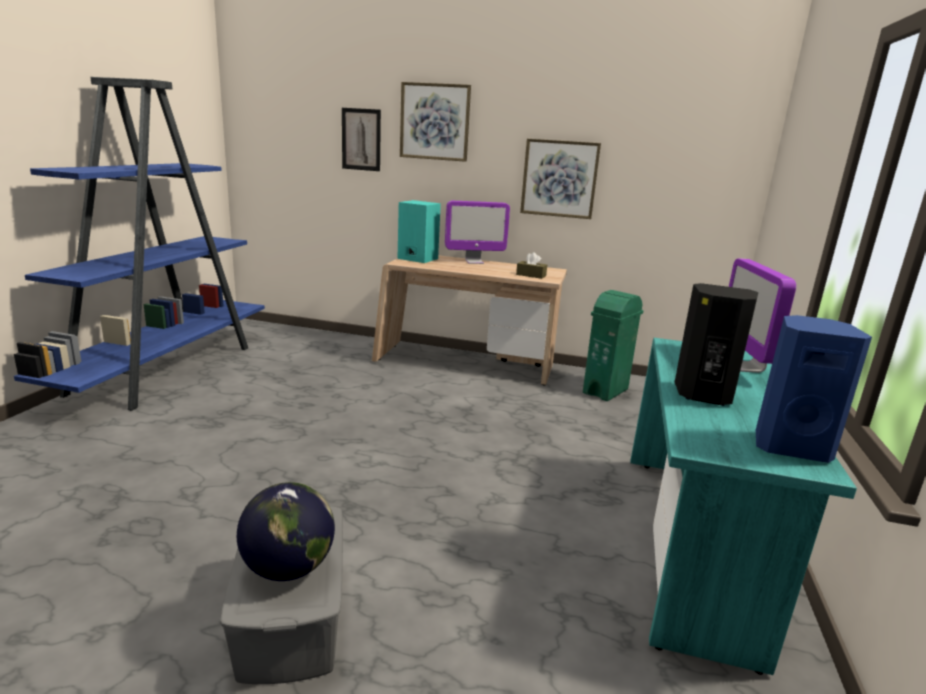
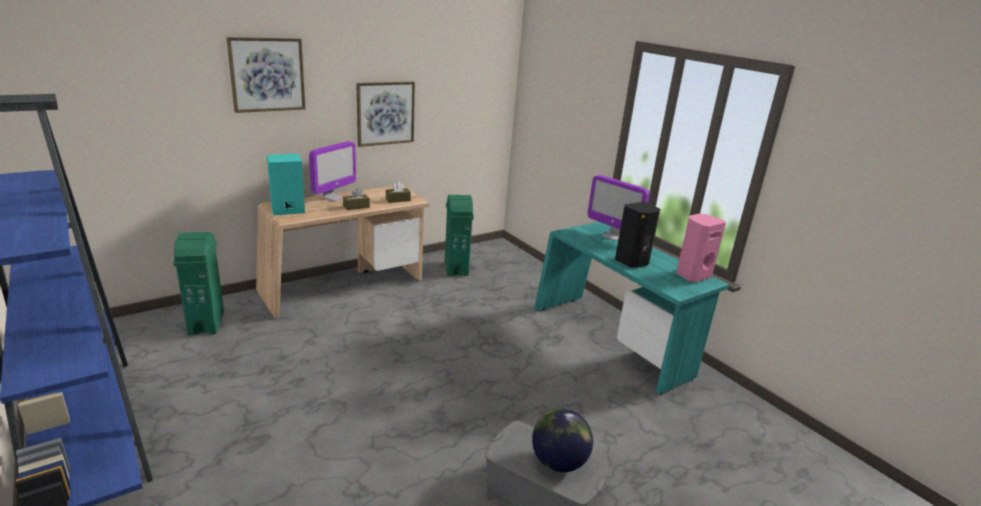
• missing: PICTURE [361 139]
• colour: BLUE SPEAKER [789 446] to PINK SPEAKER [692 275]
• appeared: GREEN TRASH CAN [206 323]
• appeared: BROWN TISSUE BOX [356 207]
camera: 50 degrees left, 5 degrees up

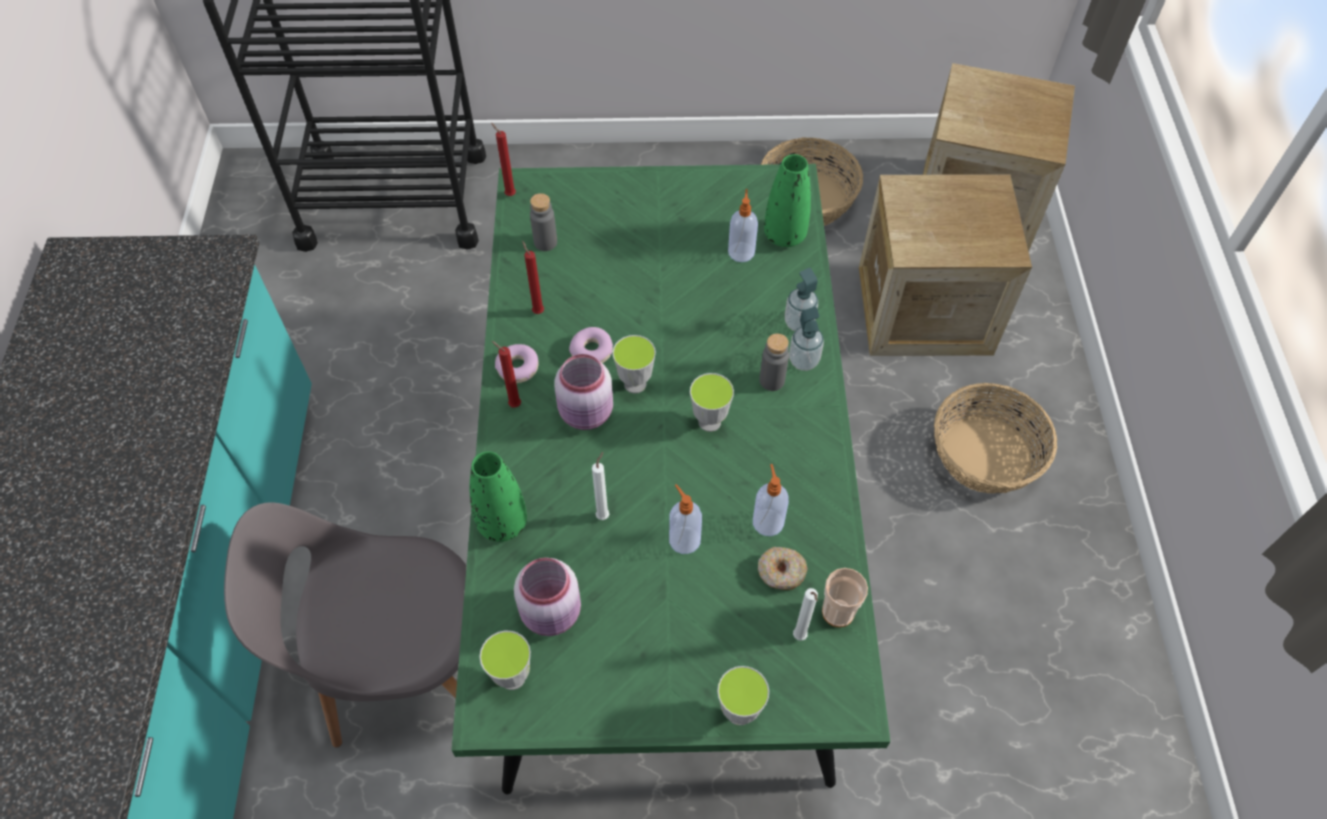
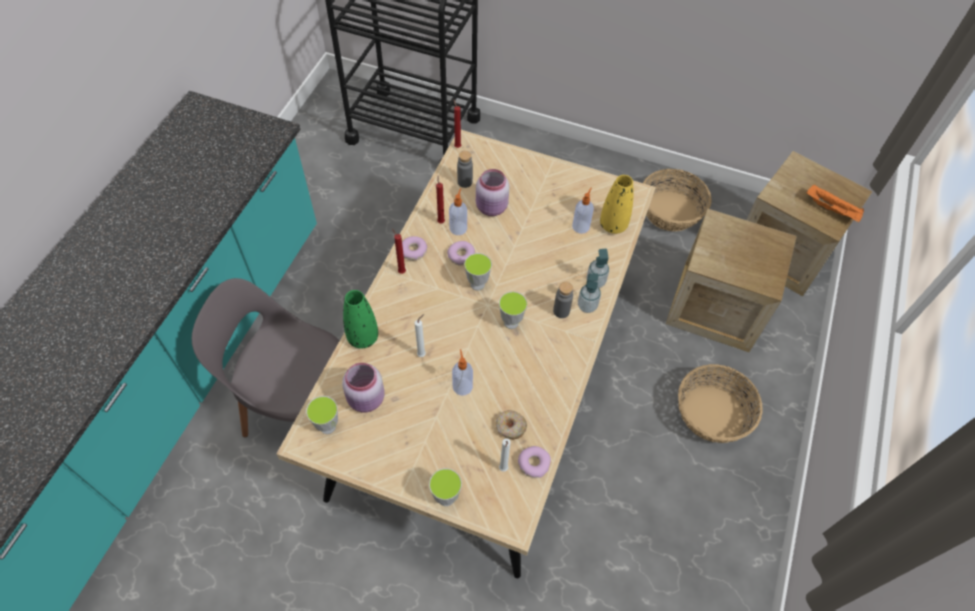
• colour: GREEN DINING TABLE [662 532] to BEIGE DINING TABLE [483 385]
• relocated: PINK JAR [587 414] to [492 208]
• relocated: SOAP DISPENSER [767 521] to [458 228]
• colour: GREEN VASE [784 235] to YELLOW VASE [613 225]
• exchanged: CUP [838 612] to DONUT [533 463]
• appeared: ORANGE TRAY [832 210]
camera: 20 degrees right, 0 degrees up

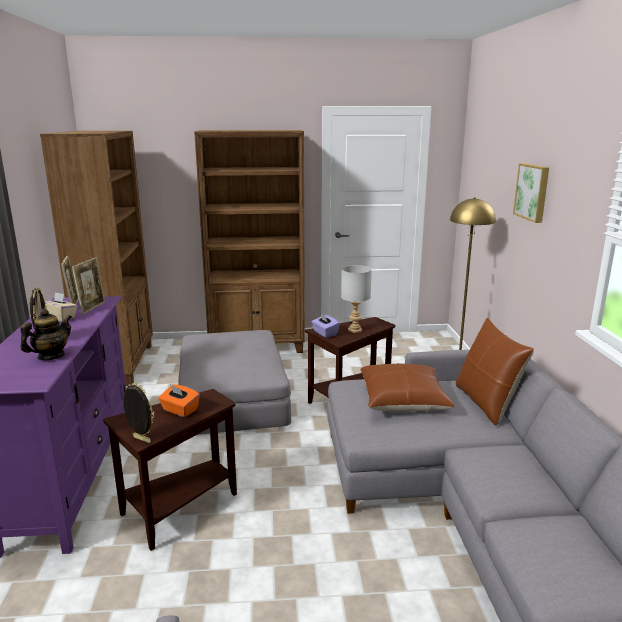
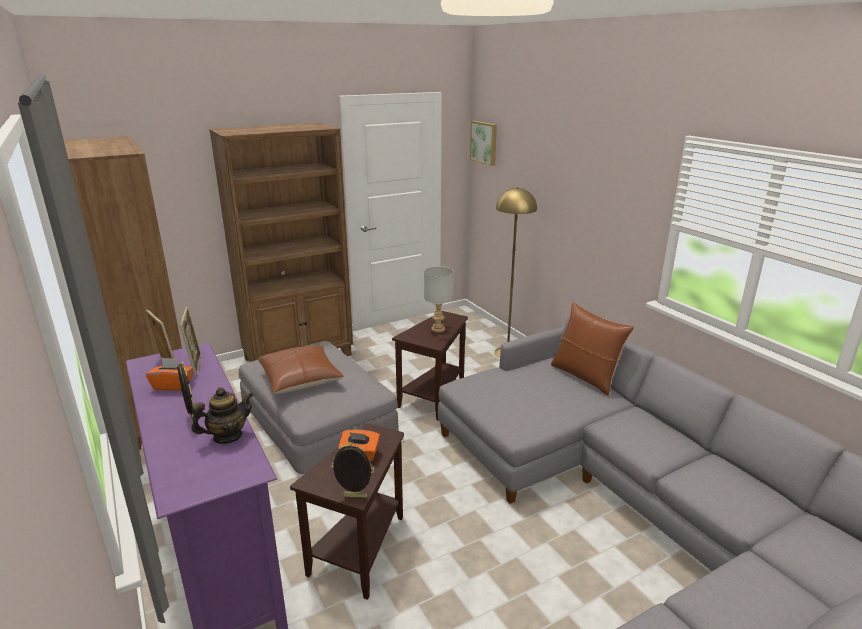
• spun: TEAPOT [51 356] = [227 436] 45 degrees clockwise
• colour: BEIGE TISSUE BOX [60 318] to ORANGE TISSUE BOX [173 385]
• missing: PURPLE TISSUE BOX [325 333]
• relocated: BROWN PILLOW [403 399] to [300 378]
• relocated: PICTURE [533 192] to [484 142]
camera: 25 degrees left, 5 degrees up

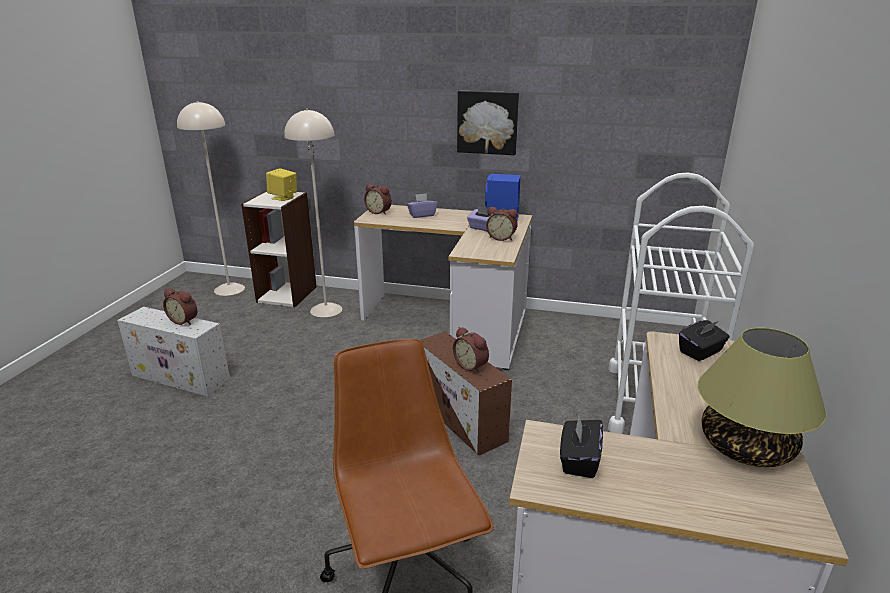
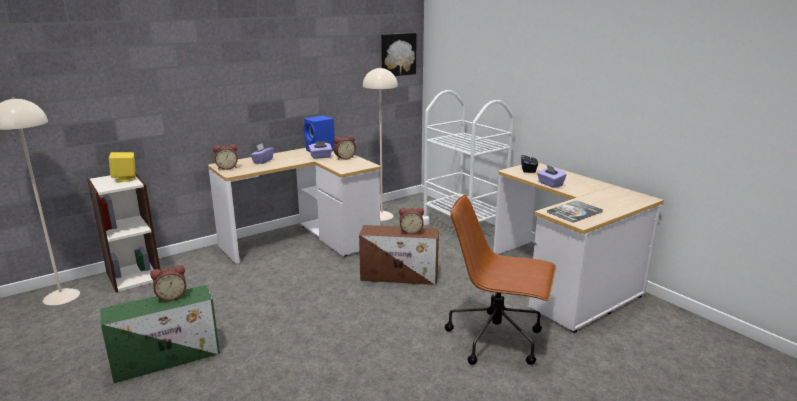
• colour: WHITE STORAGE BOX [182 377] to GREEN STORAGE BOX [168 358]
• relocated: BEIGE FLOOR LAMP [326 310] to [381 216]
• relocated: PICTURE [487 122] to [397 54]
• exchanged: BLACK TISSUE BOX [579 460] to BOOK [574 212]
• missing: TABLE LAMP [744 447]
• appeared: PURPLE TISSUE BOX [550 184]
camera: 50 degrees left, 5 degrees down

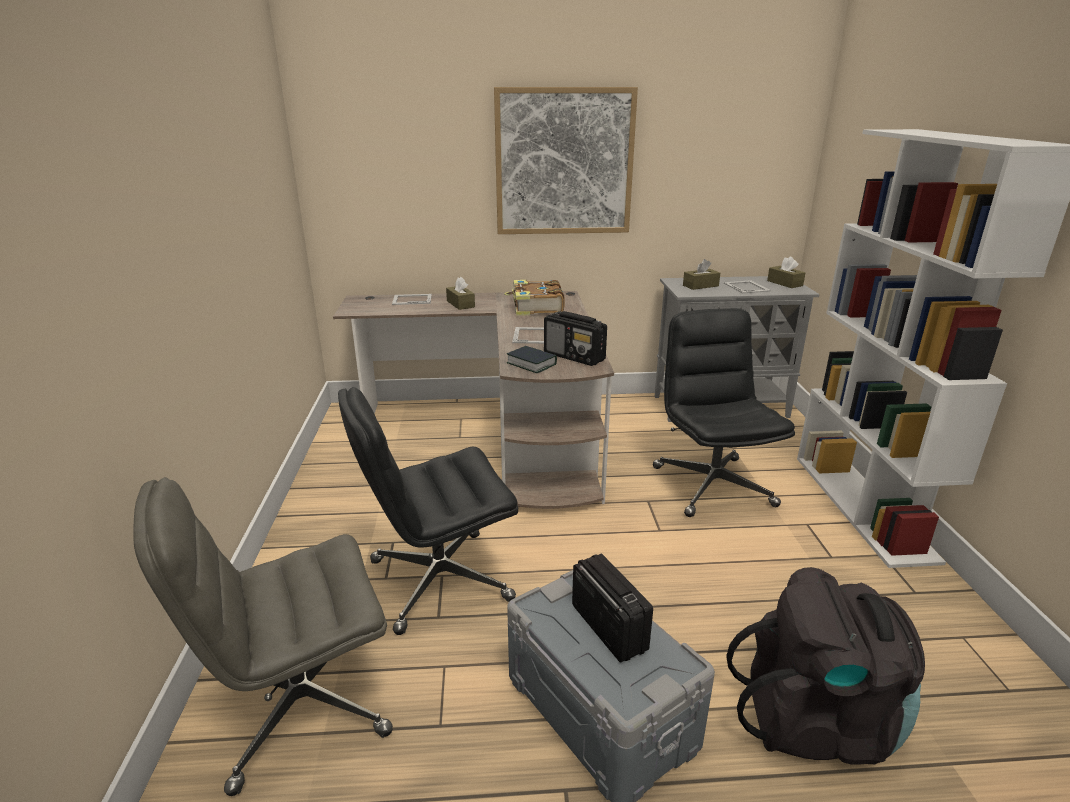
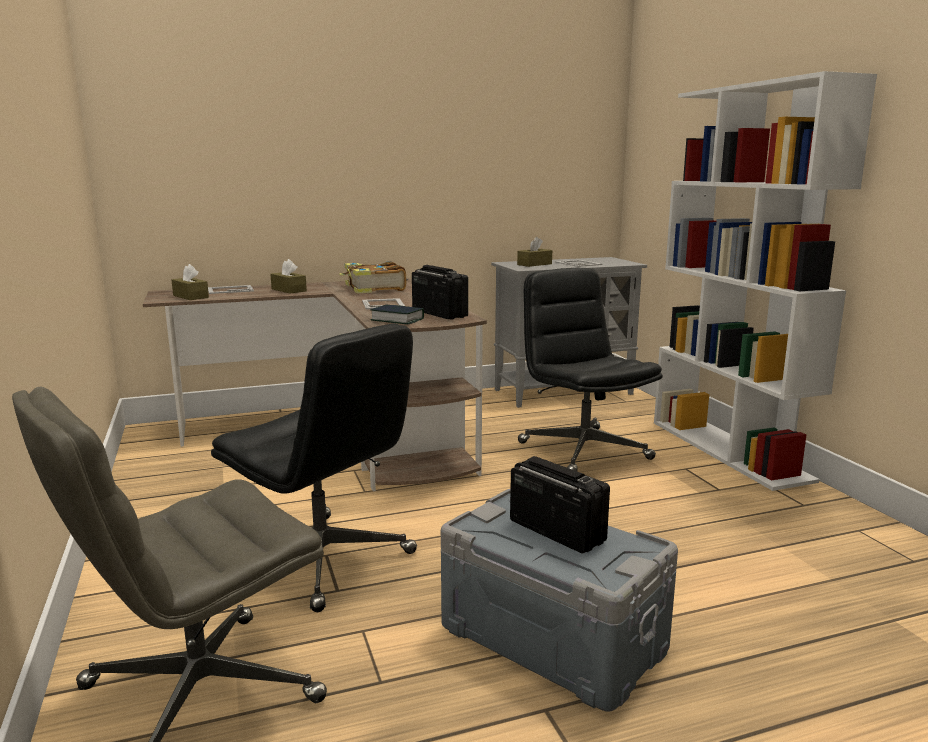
• spun: BLACK OFFICE CHAIR [438 581] = [324 560] 105 degrees counterclockwise
• missing: PICTURE [564 162]
• spun: RADIO [574 357] = [439 313] 150 degrees counterclockwise
• missing: BLACK BACKPACK [817 721]
• relocated: BROWN TISSUE BOX [784 283] to [190 296]
camera: 15 degrees left, 10 degrees down

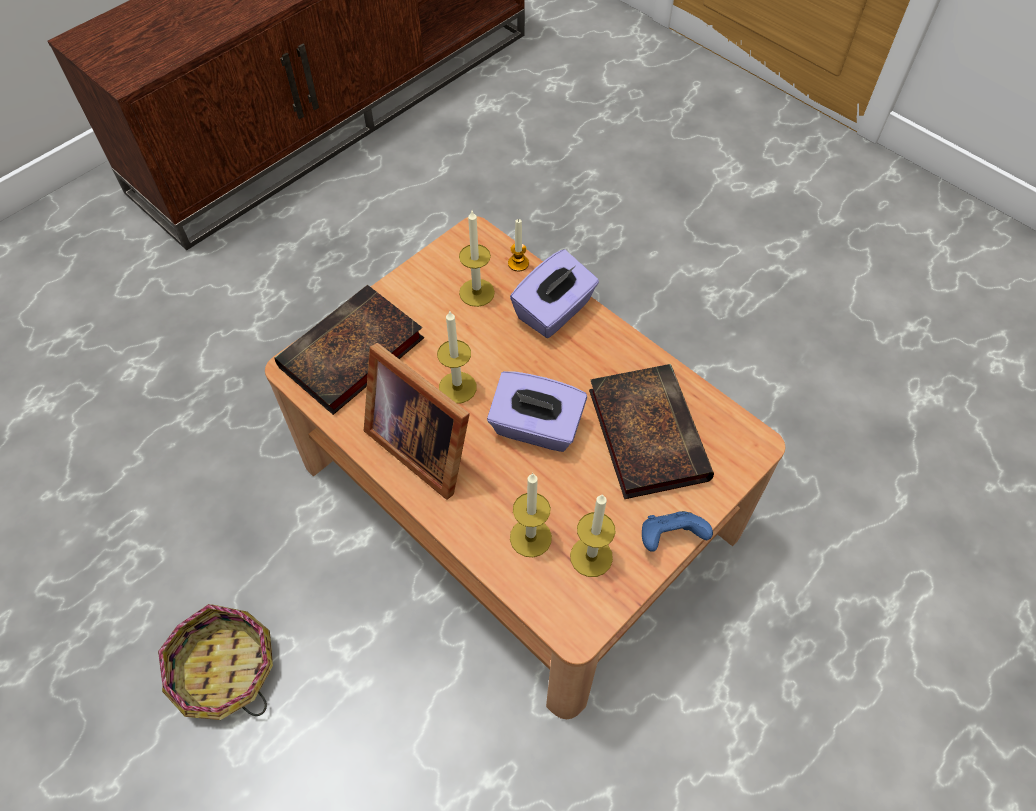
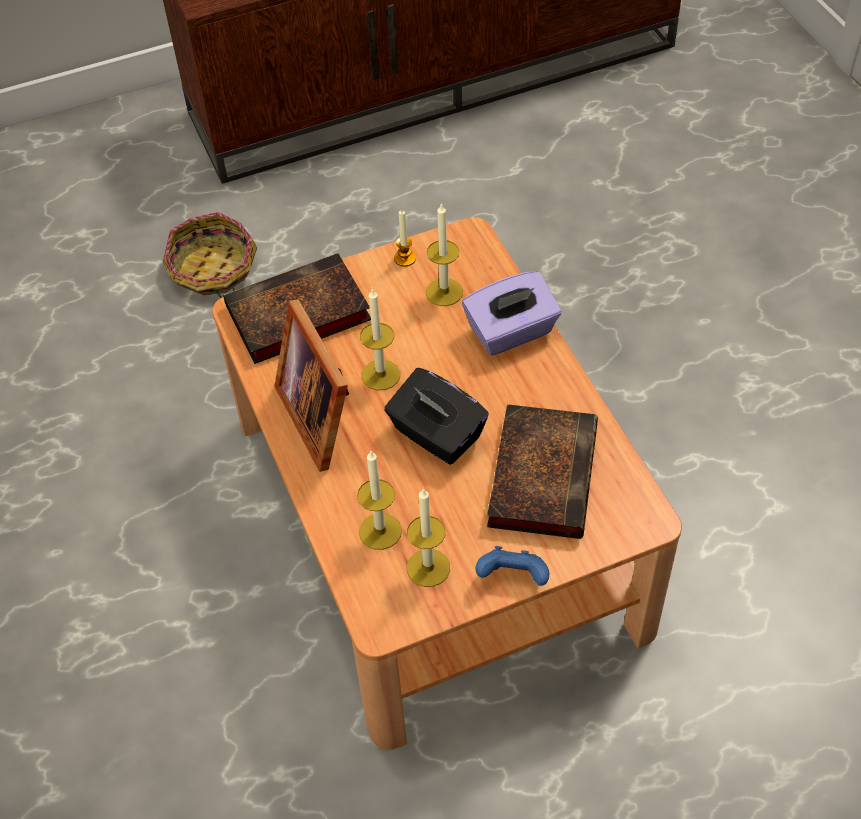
• relocated: BASKET [224 670] to [213 270]
• colour: PURPLE TISSUE BOX [535 428] to BLACK TISSUE BOX [436 435]
• relocated: CANDLE [518 263] to [405 258]
camera: 25 degrees right, 5 degrees down

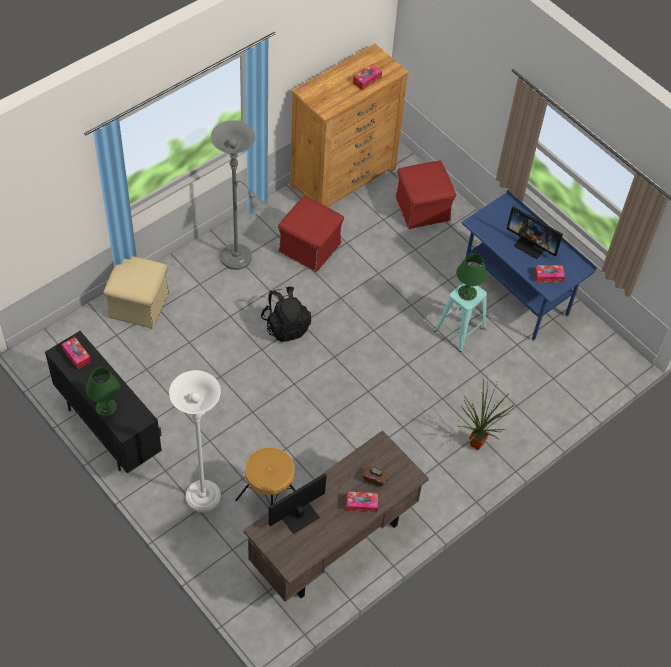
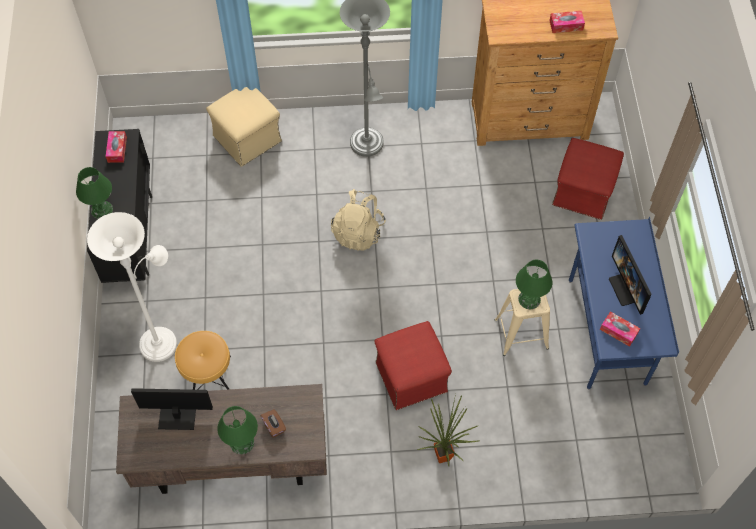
• colour: BLACK BACKPACK [286 326] to BEIGE BACKPACK [358 232]
• relocated: RED OTTOMAN [310 248] to [411 377]
• exchanged: TISSUE BOX [361 504] to GREEN TABLE LAMP [241 442]
• colour: TURQUOISE STOOL [460 330] to BEIGE STOOL [521 334]
camera: 40 degrees right, 5 degrees up

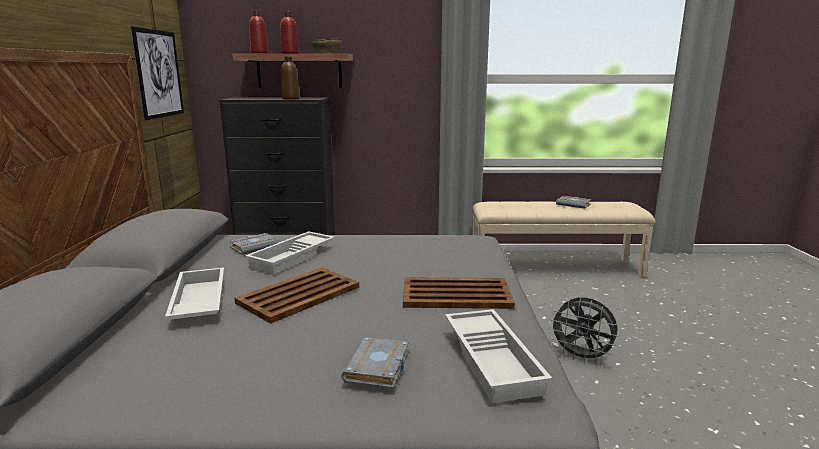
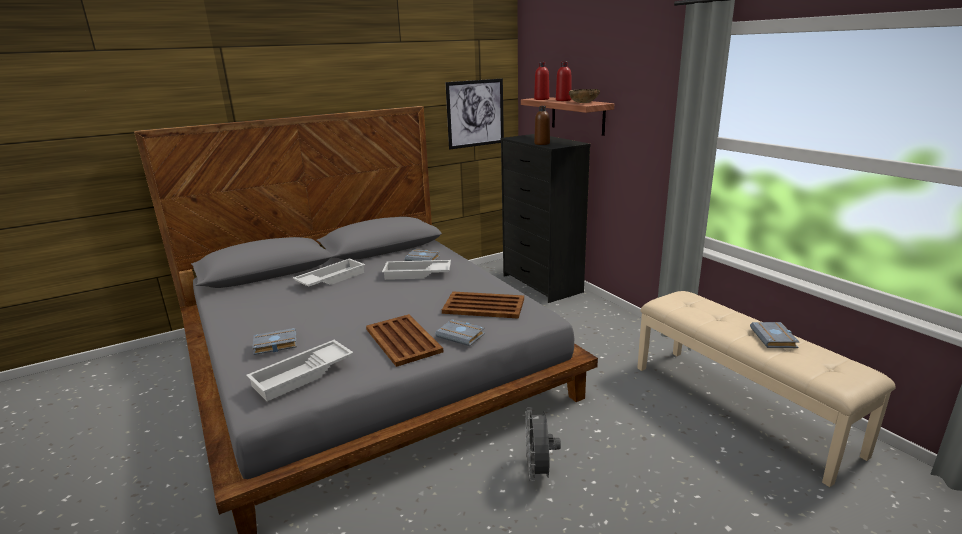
• relocated: BROWN TRAY [300 295] to [484 306]
• appeared: GREY BOOK [462 335]
camera: 60 degrees right, 5 degrees up

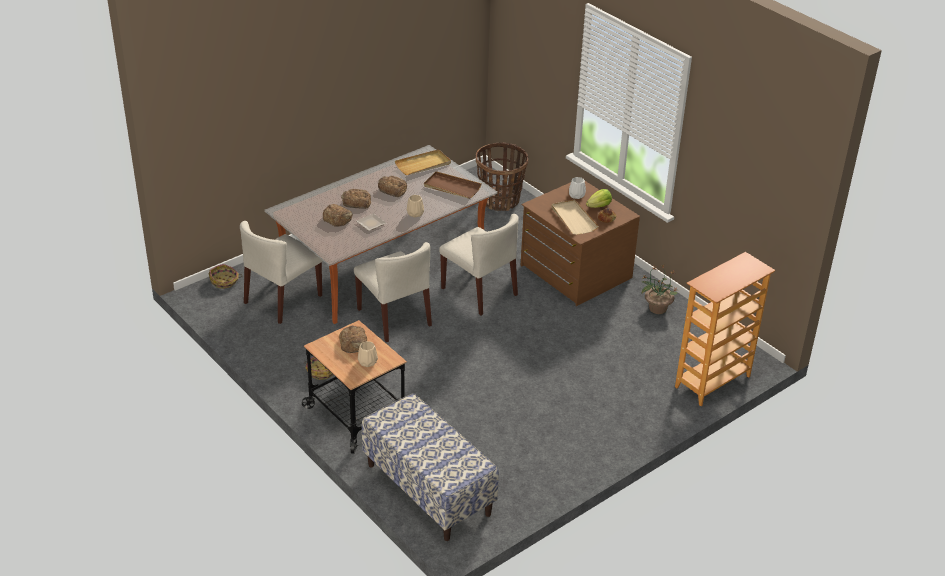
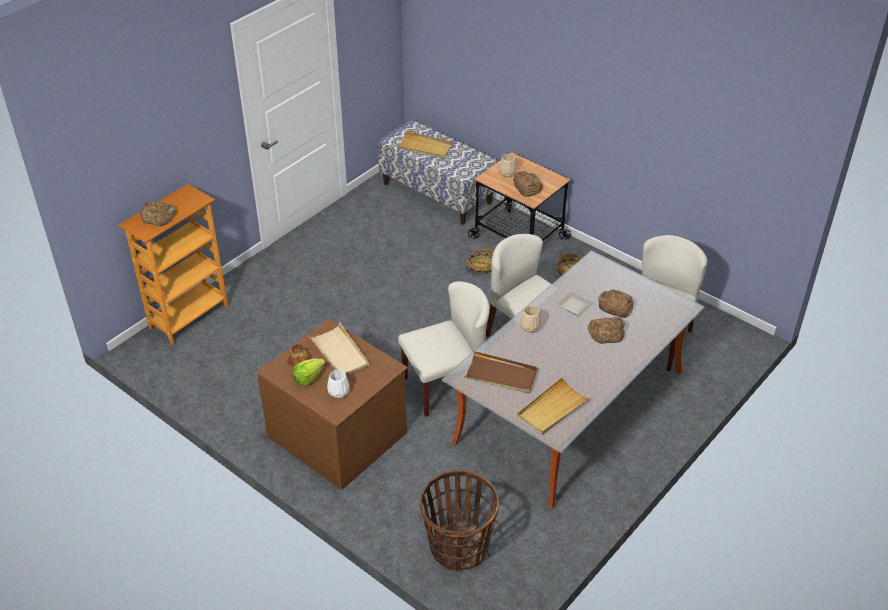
• relocated: BASKET [224 281] to [481 266]
• relocated: BREAD [392 189] to [158 216]
• spun: BEIGE CHAIR [479 291] = [446 386] 120 degrees clockwise
• missing: POTTED PLANT [657 308]
• appeared: BEIGE TRAY [425 147]
camera: 170 degrees right, 5 degrees up

